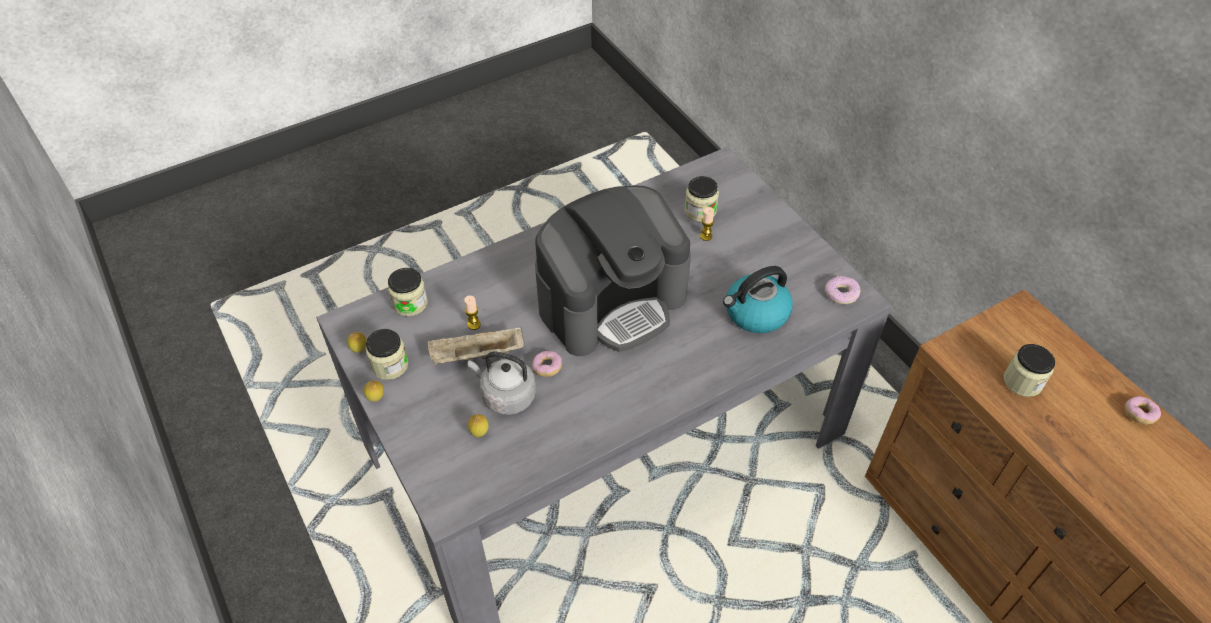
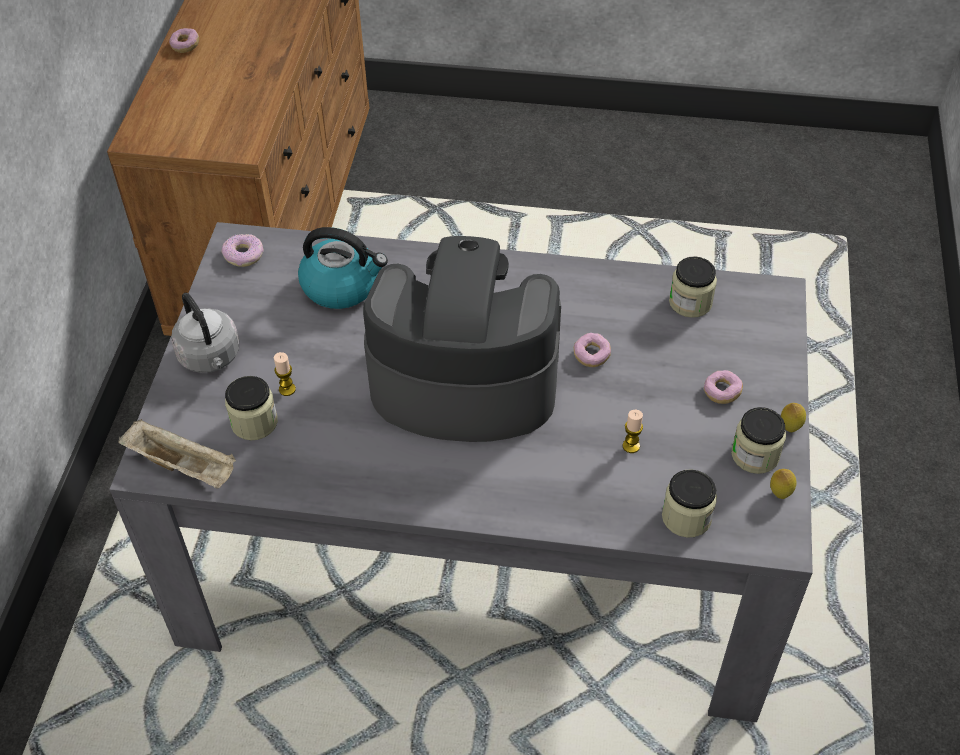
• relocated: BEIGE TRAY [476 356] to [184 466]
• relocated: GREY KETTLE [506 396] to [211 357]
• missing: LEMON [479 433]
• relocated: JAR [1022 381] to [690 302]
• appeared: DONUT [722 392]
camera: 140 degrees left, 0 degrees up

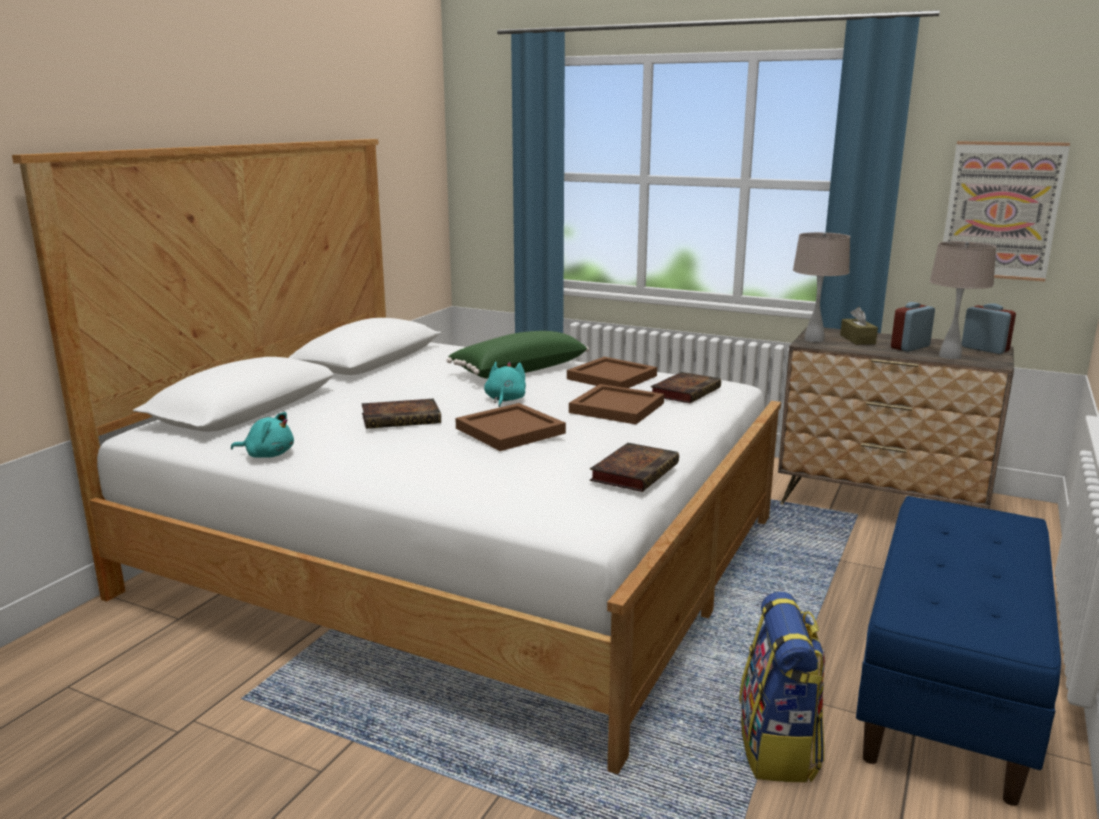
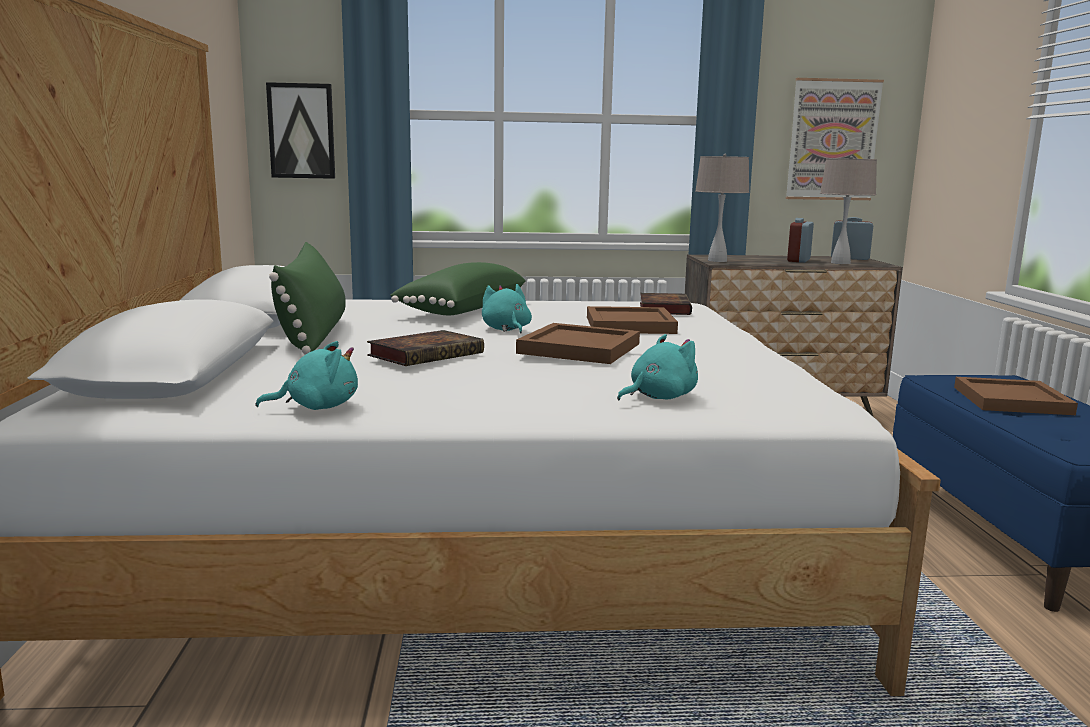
• relocated: BROWN TRAY [613 377] to [1012 400]
• missing: BOOK [635 472]
• missing: BACKPACK [779 747]
• missing: BROWN TISSUE BOX [857 339]
• appeared: PICTURE [301 131]
• appeared: GREEN PILLOW [314 334]
• appeared: TURQUOISE PLUSH TOY [658 397]
camera: 30 degrees left, 5 degrees down

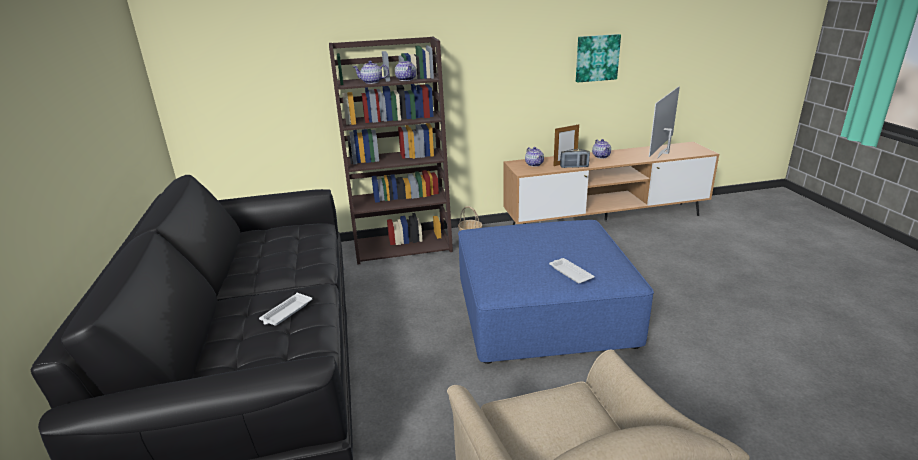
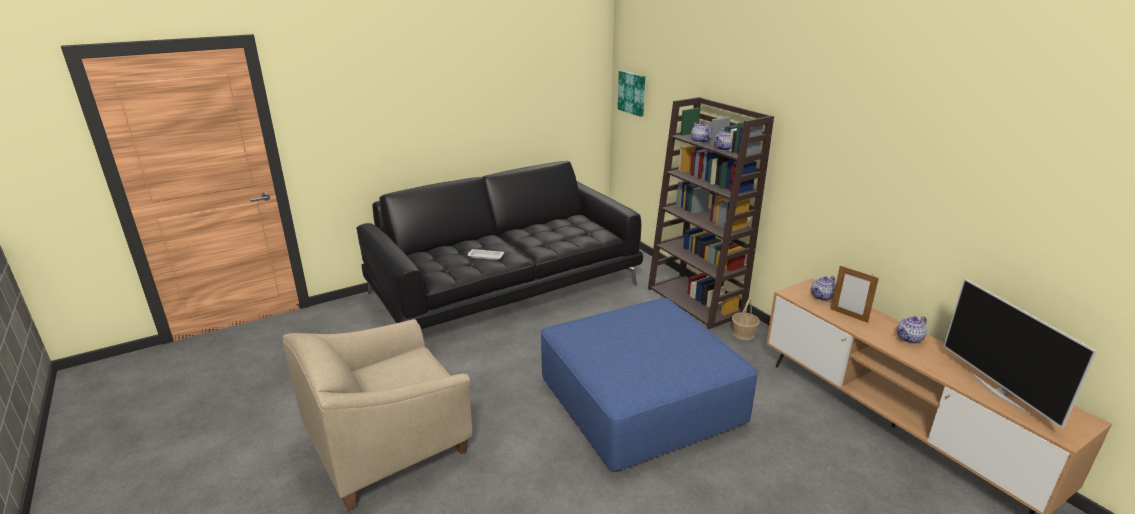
• missing: WHITE TRAY [570 273]
• missing: RADIO [574 167]
• relocated: PICTURE [596 58] to [632 93]
• spun: TELEVISION [664 152] = [999 392] 120 degrees counterclockwise
camera: 70 degrees right, 0 degrees up

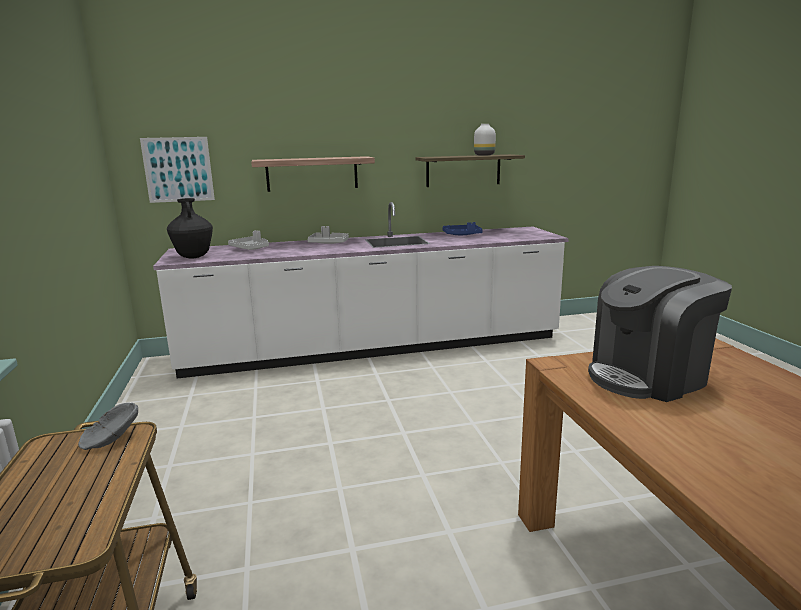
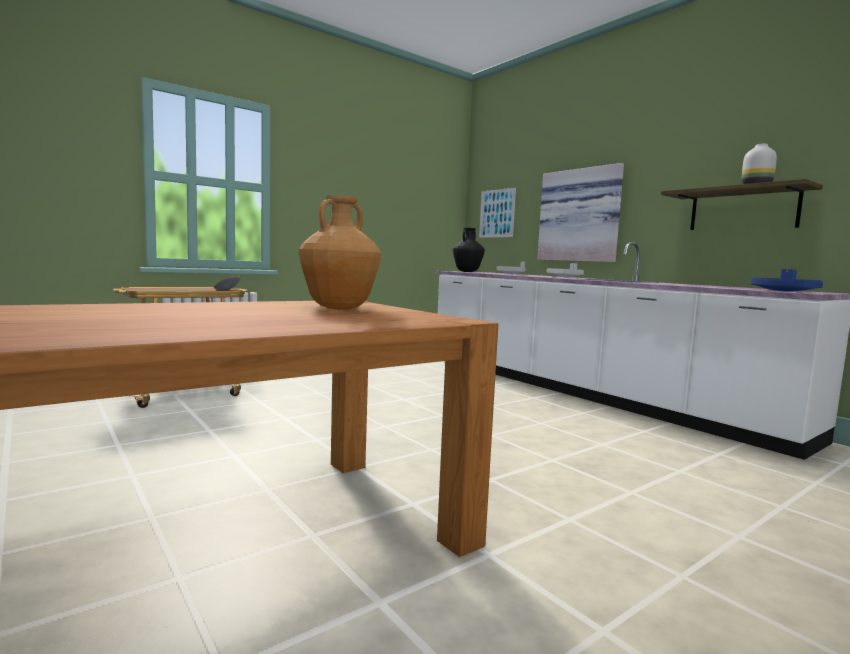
• exchanged: SHELF [312 174] to PICTURE [580 215]
• relocated: BLUE TRAY [462 235] to [783 291]
• exchanged: COFFEE MACHINE [648 376] to BROWN VASE [339 308]
camera: 65 degrees right, 10 degrees down

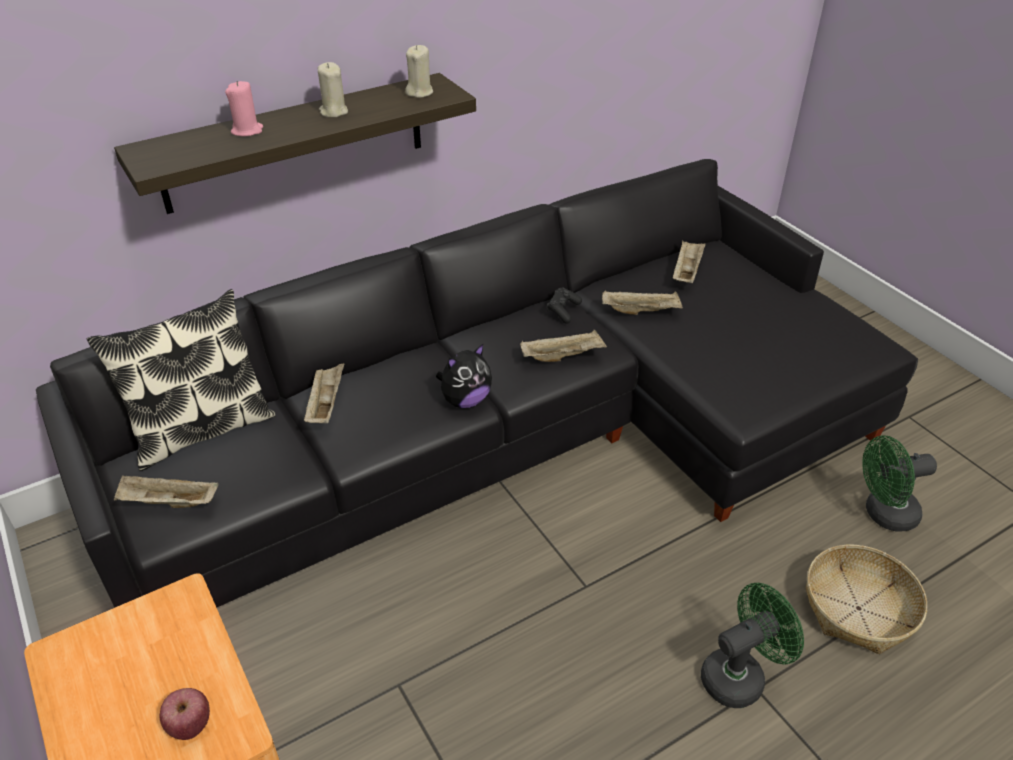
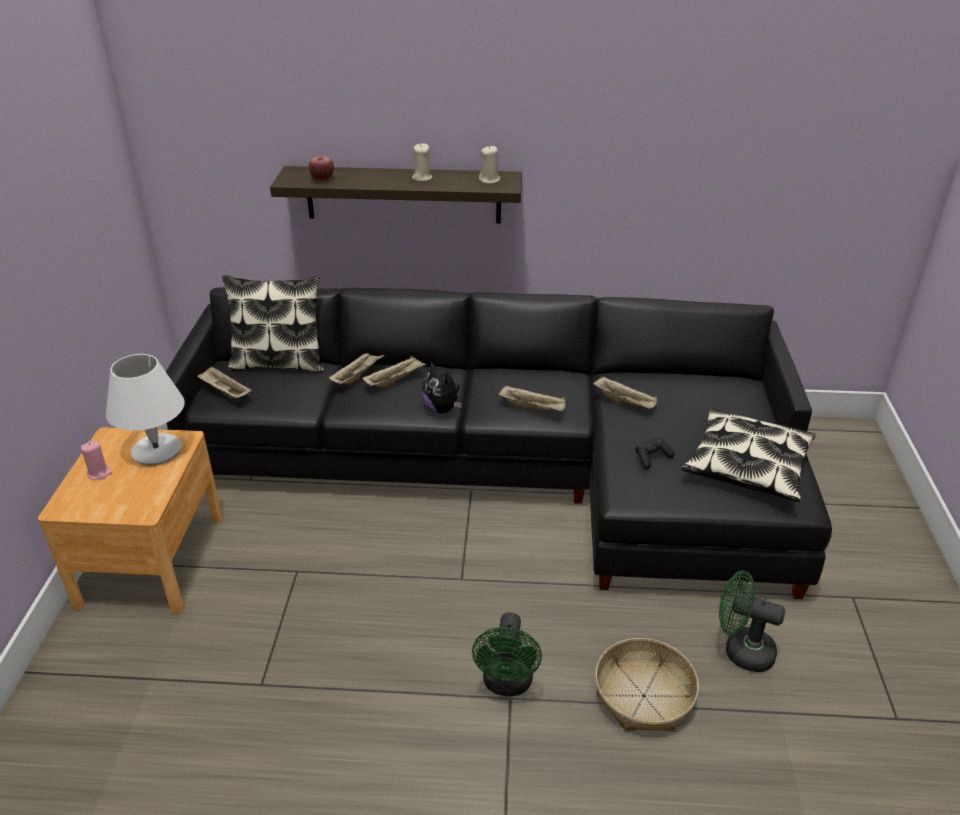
• relocated: APPLE [190 725] to [322 179]
• relocated: PINK CANDLE [247 131] to [99 473]
• spun: PLUSH TOY [465 400] = [442 409] 60 degrees clockwise
• relocated: BLACK GAME CONTROLLER [563 311] to [652 458]
• relocated: BEIGE TRAY [686 272] to [395 380]
• spun: GREEN FAN [740 675] = [507 684] 90 degrees clockwise
• appeared: WHITE TABLE LAMP [156 450]
• appeared: PILLOW [747 465]
camera: 35 degrees right, 5 degrees down

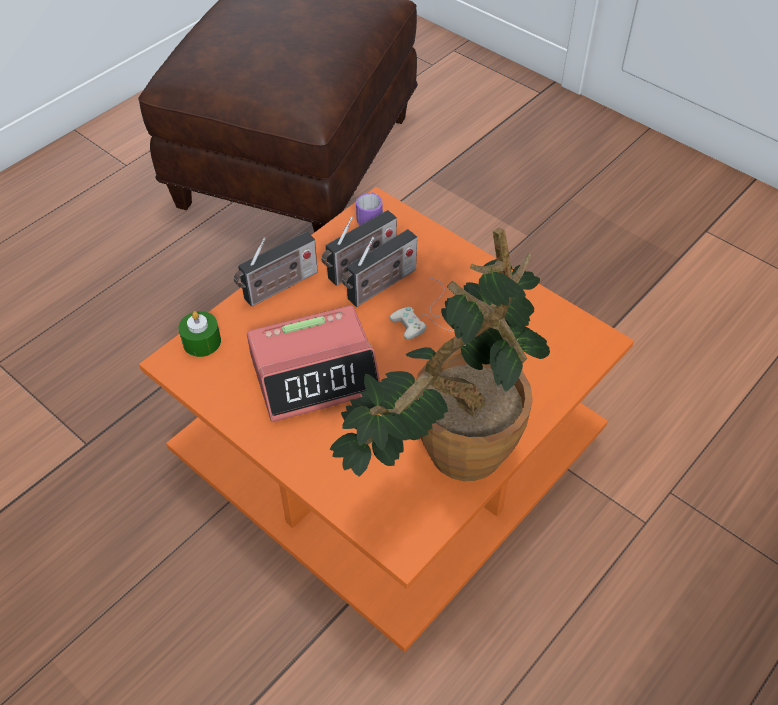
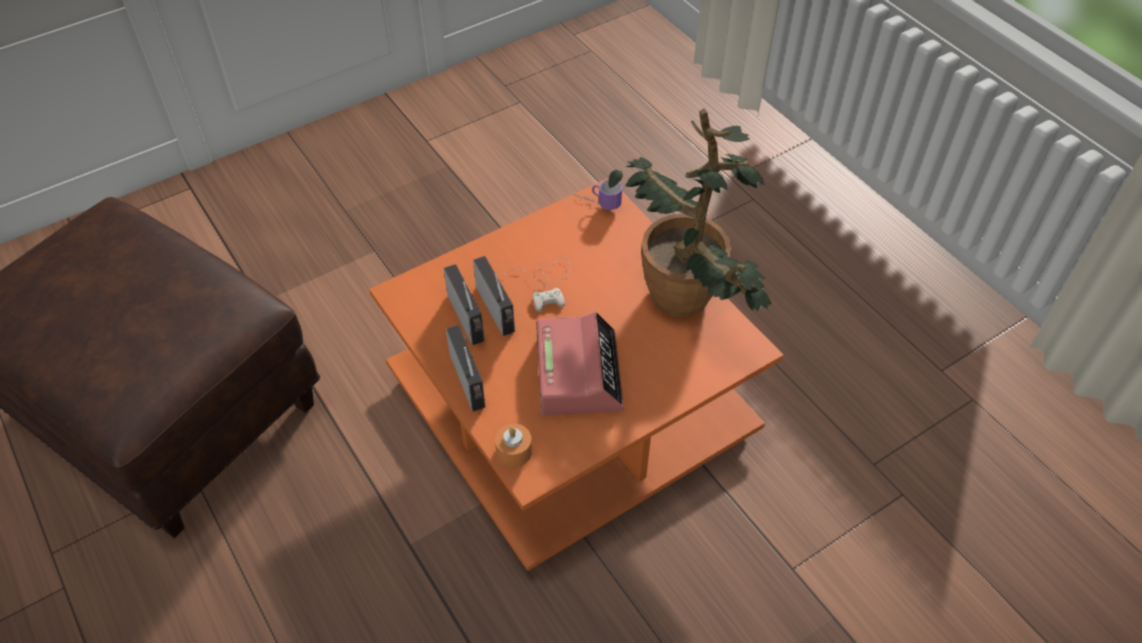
• colour: GREEN CANDLE [202 342] to ORANGE CANDLE [514 451]
• relocated: MUG [372 215] to [597 203]
camera: 75 degrees left, 0 degrees up

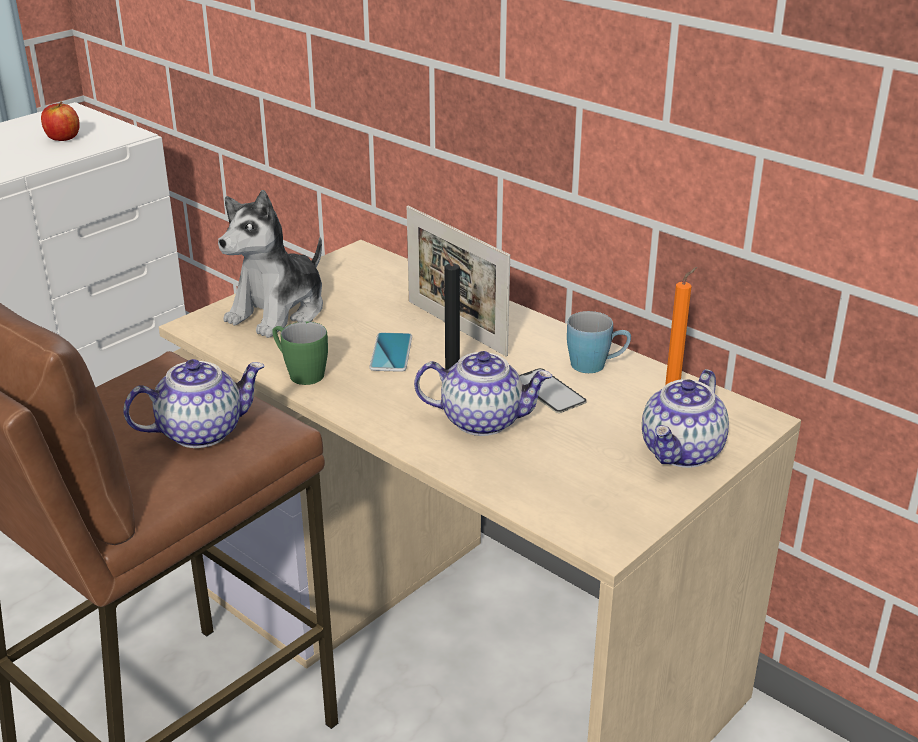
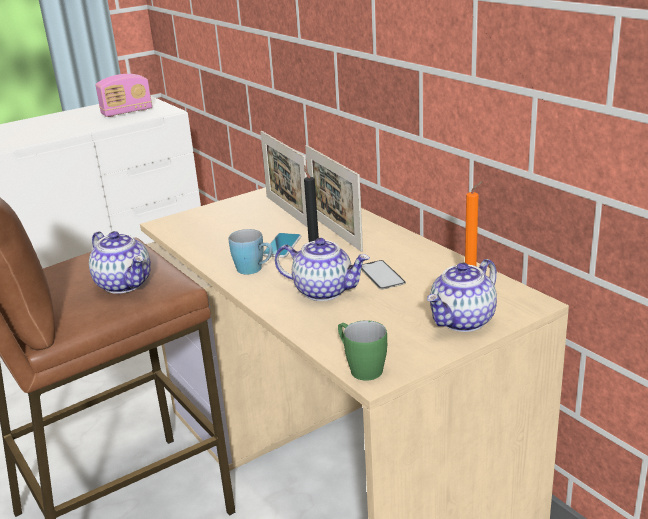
• exchanged: APPLE [63 138] to RADIO [127 112]
• spun: TEAPOT [201 431] = [125 284] 60 degrees clockwise
• missing: PLUSH TOY [279 311]
• relocated: GREEN MUG [300 373] to [360 368]
• relocated: BLUE MUG [596 366] to [254 270]
• appeared: PICTURE FRAME [287 212]
camera: 15 degrees right, 5 degrees down

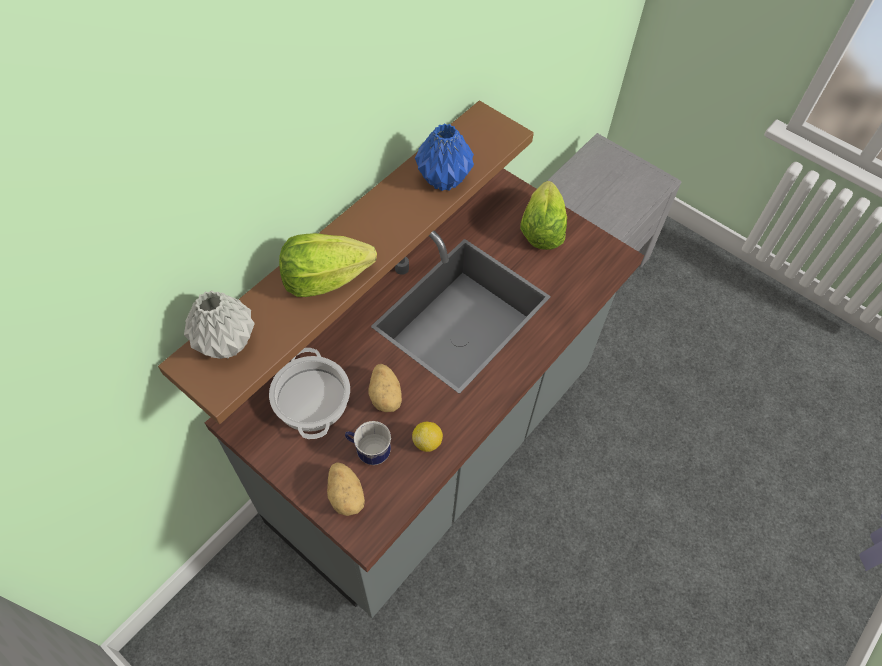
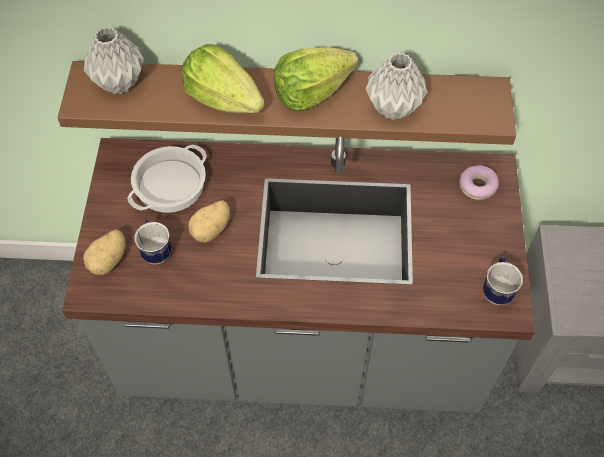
• missing: LEMON [427 442]
• colour: BLUE VASE [442 179] to GREY VASE [393 107]
• relocated: LETTUCE [541 230] to [311 93]
• appeared: DONUT [477 186]
• appeared: MUG [497 289]
camera: 55 degrees right, 0 degrees up

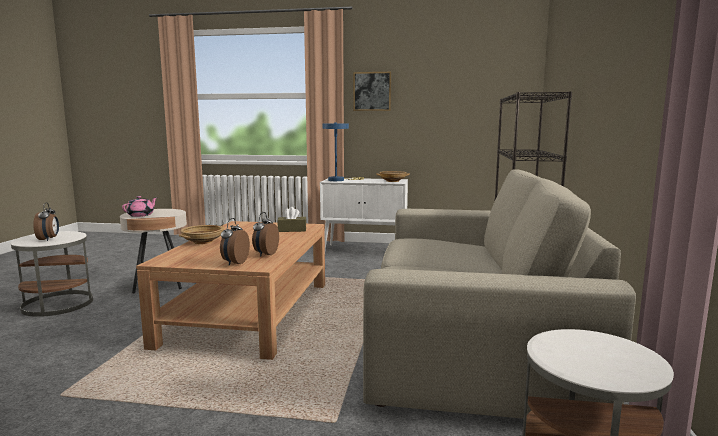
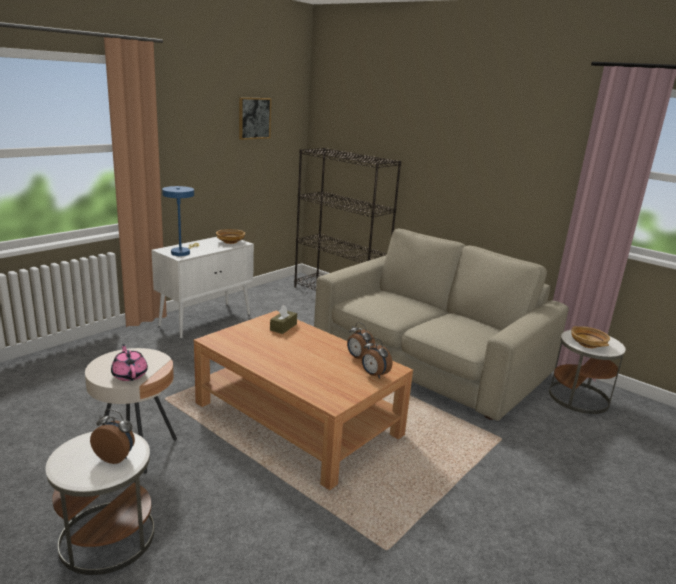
• relocated: BEIGE BOWL [202 242] to [588 344]
• relocated: PICTURE [372 91] to [254 118]
camera: 60 degrees left, 10 degrees up

